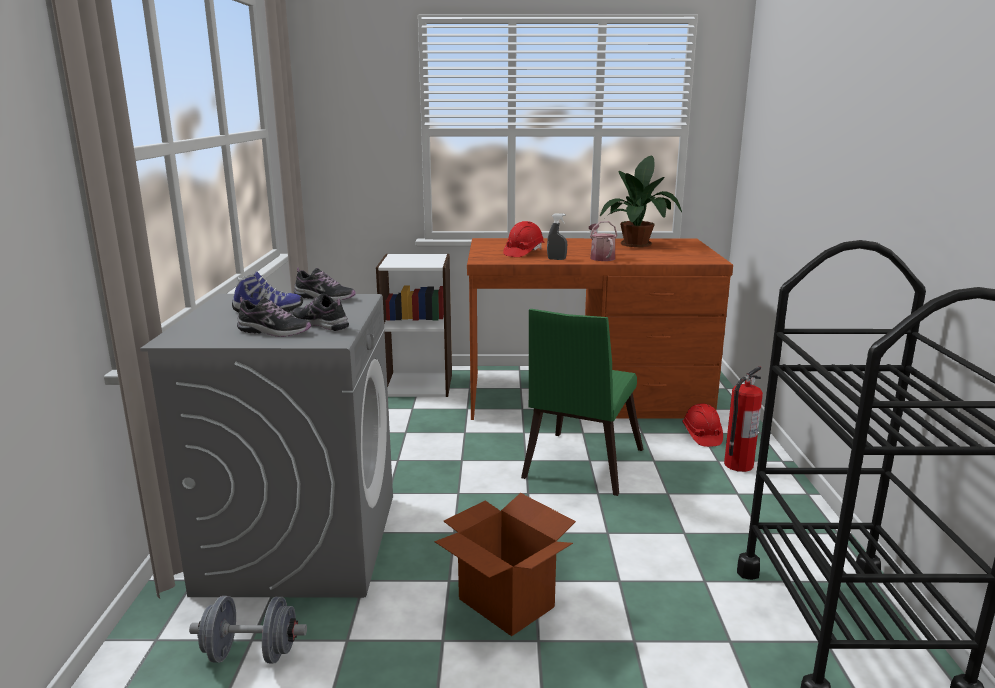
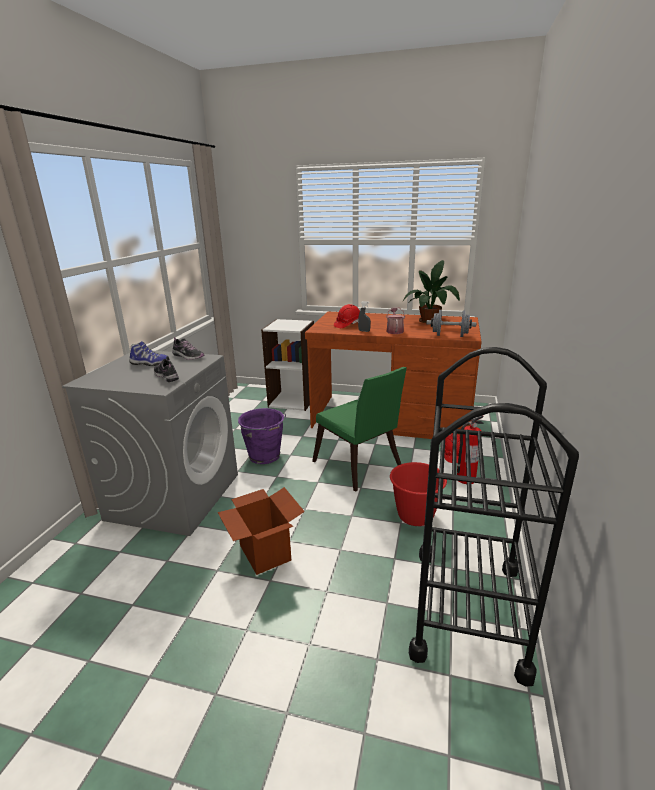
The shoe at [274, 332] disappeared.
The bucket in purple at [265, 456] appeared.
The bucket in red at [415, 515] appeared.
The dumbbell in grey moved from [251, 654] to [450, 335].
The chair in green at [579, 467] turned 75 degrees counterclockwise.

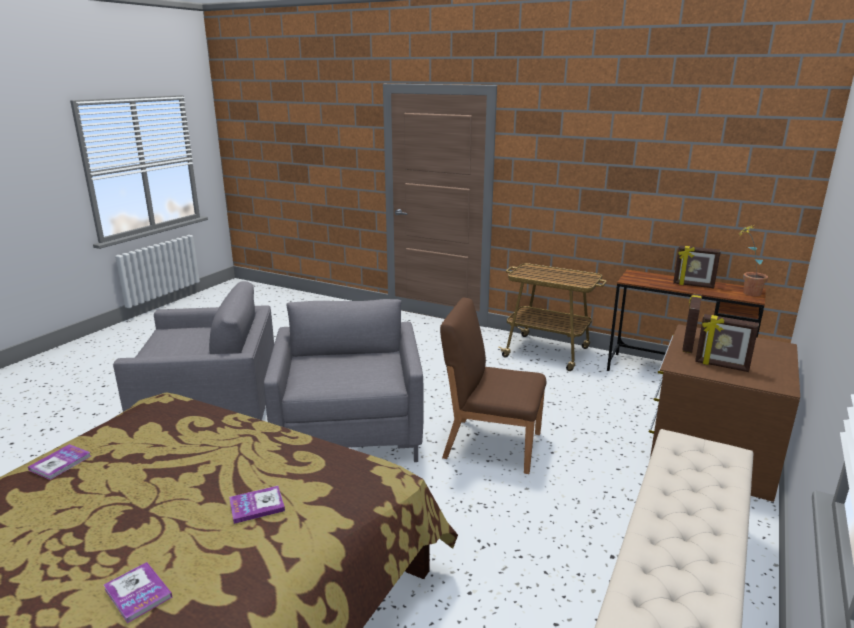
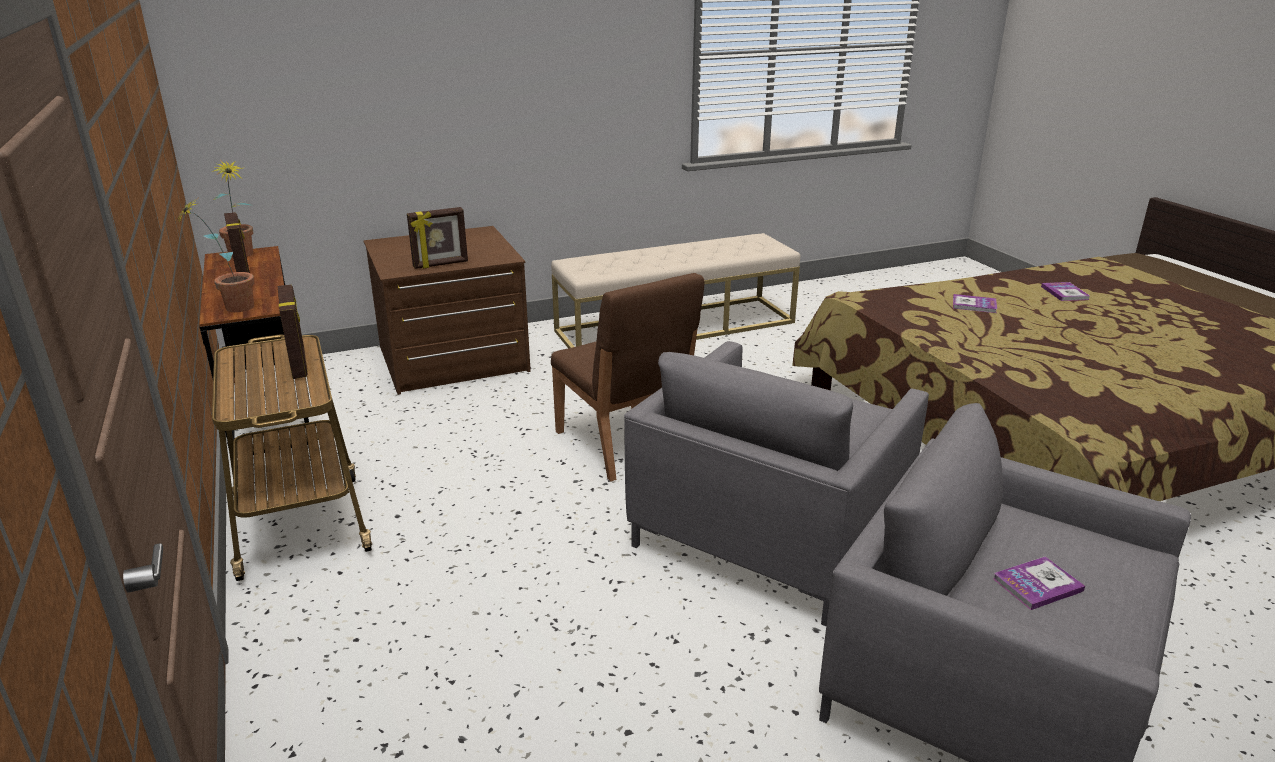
The potted plant at [230, 308] appeared.
The book moved from [60, 463] to [1037, 585].
The picture frame moved from [721, 366] to [299, 364].

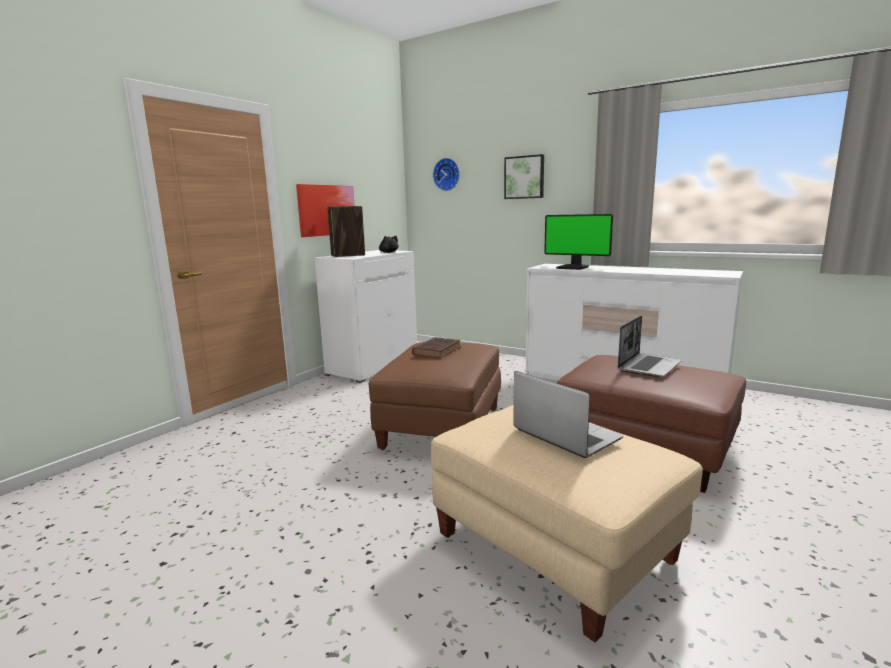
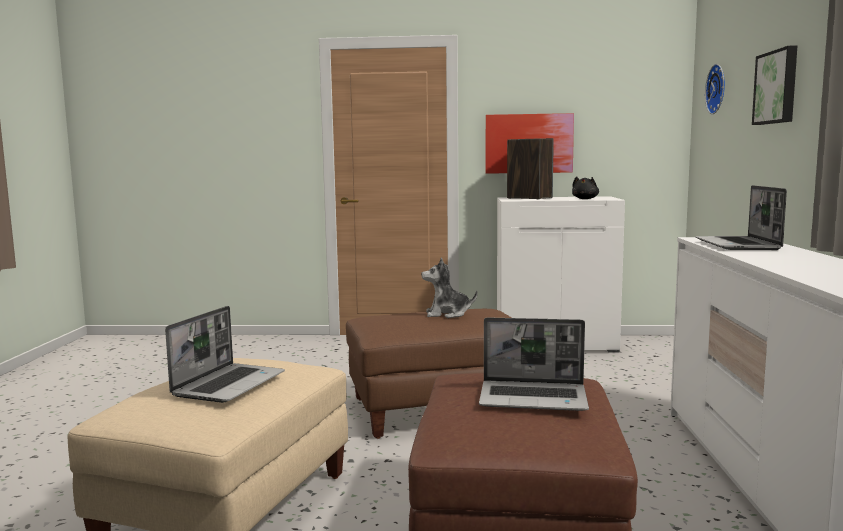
The book in brown at [437, 350] was replaced by the plush toy at [447, 314].
The monitor at [573, 267] was replaced by the laptop at [738, 245].

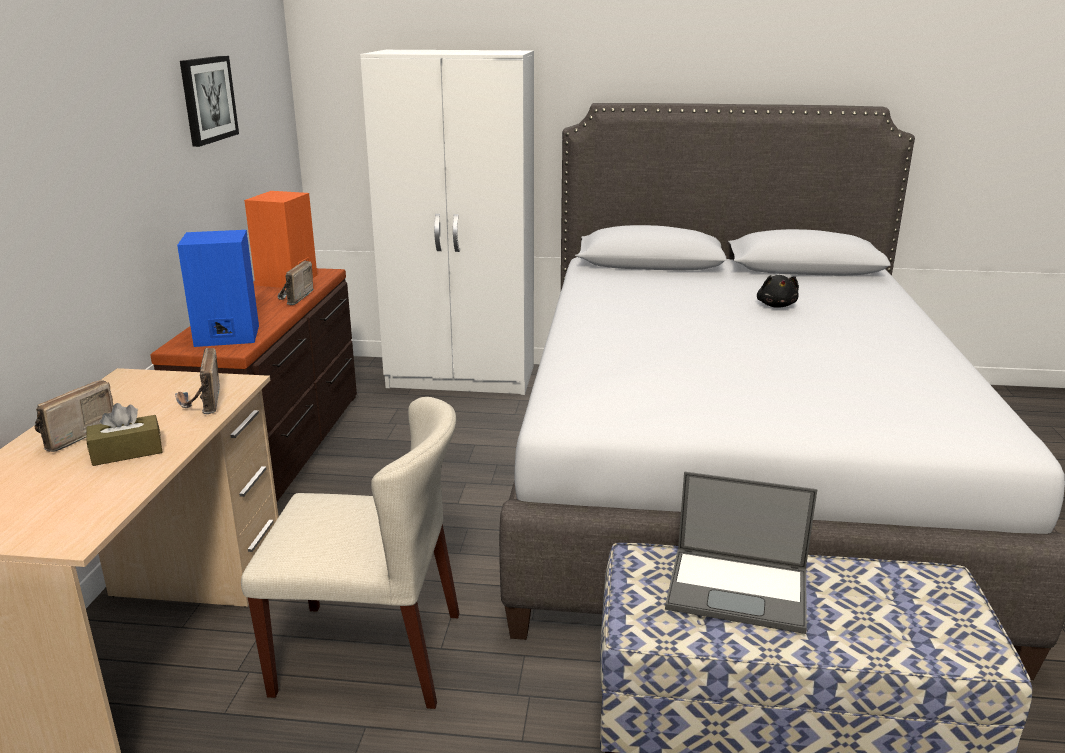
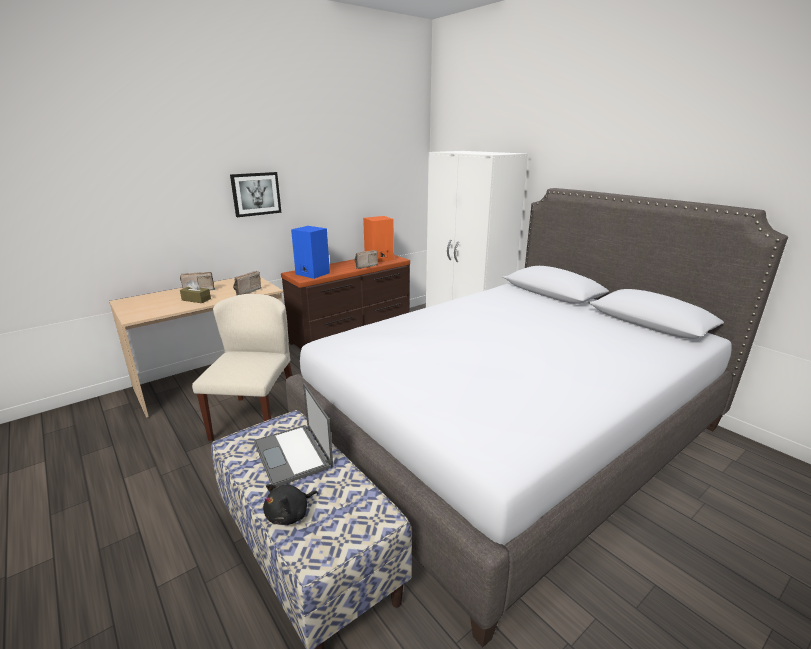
The picture moved from [207, 99] to [256, 194].
The plush toy in black moved from [776, 305] to [290, 514].
The chair in beige at [371, 653] turned 135 degrees counterclockwise.

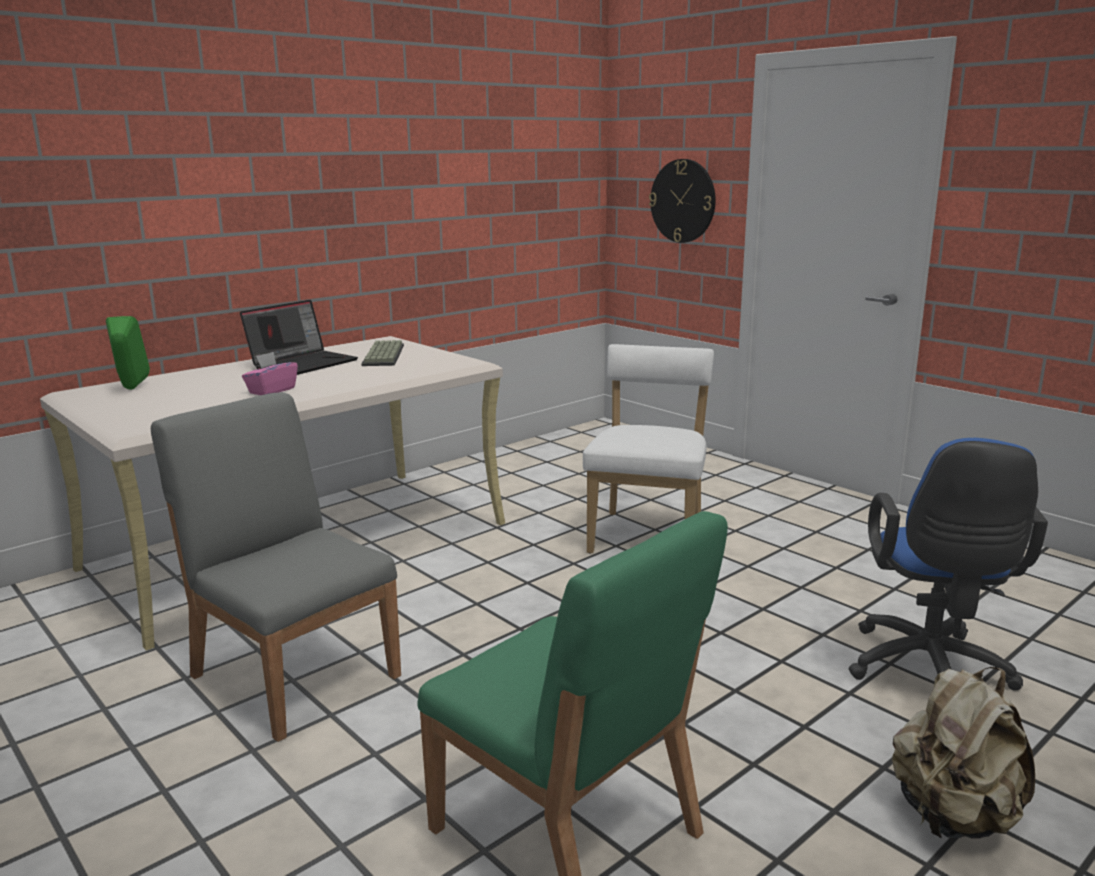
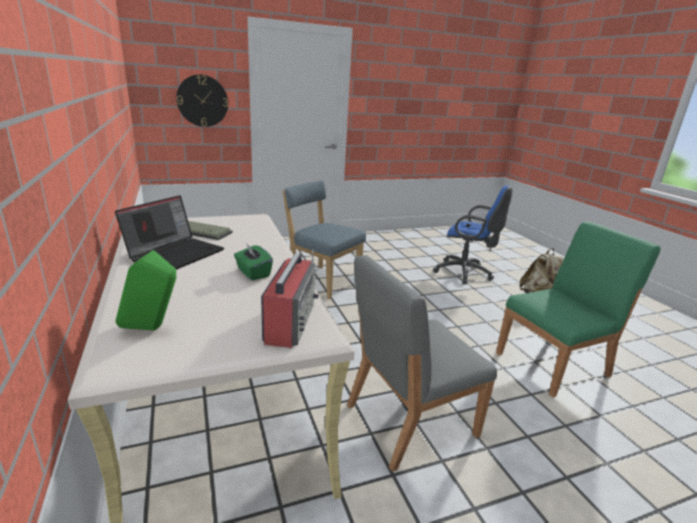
The radio at [290, 321] appeared.
The tissue box in pink at [271, 391] became the tissue box in green at [253, 273].
The chair in white at [648, 534] became the chair in blue at [322, 281].
The laptop at [303, 363] turned 60 degrees clockwise.

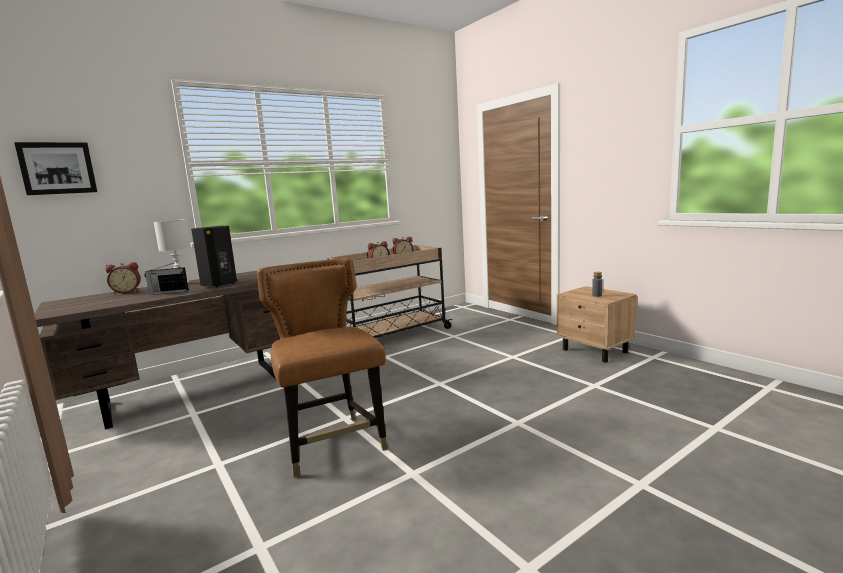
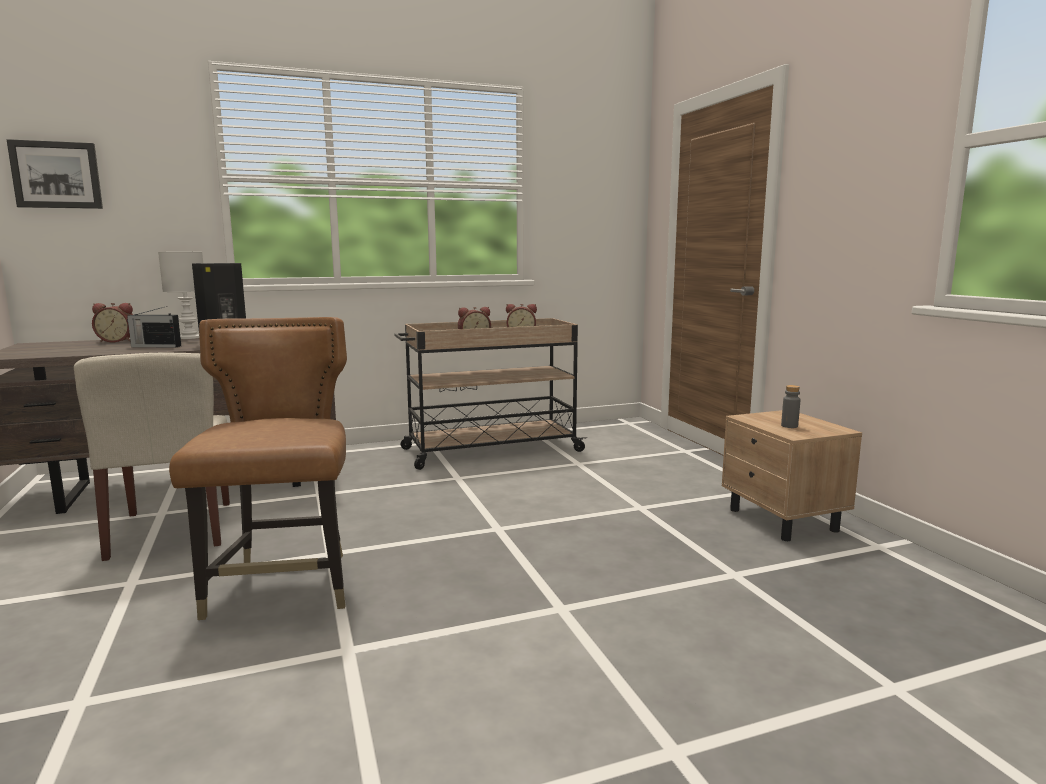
The chair in beige at [173, 529] appeared.

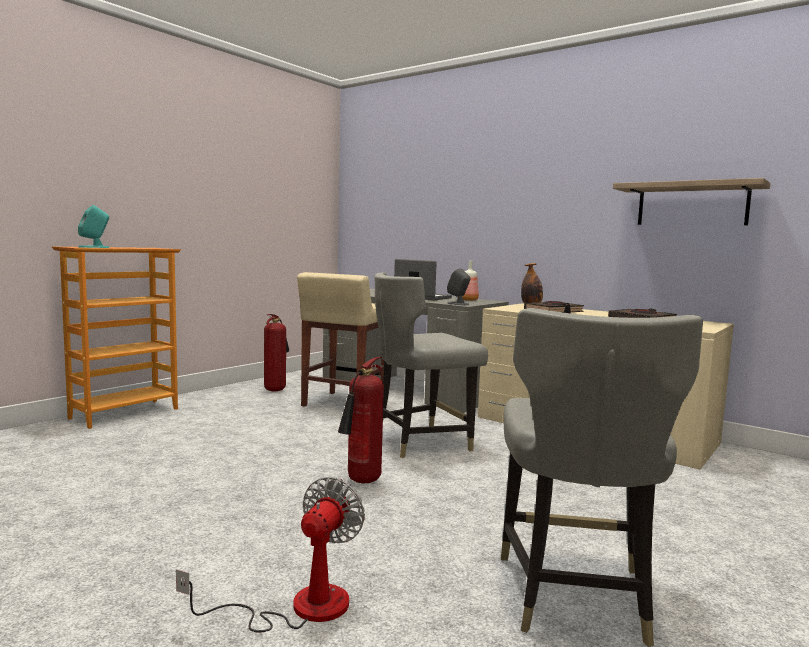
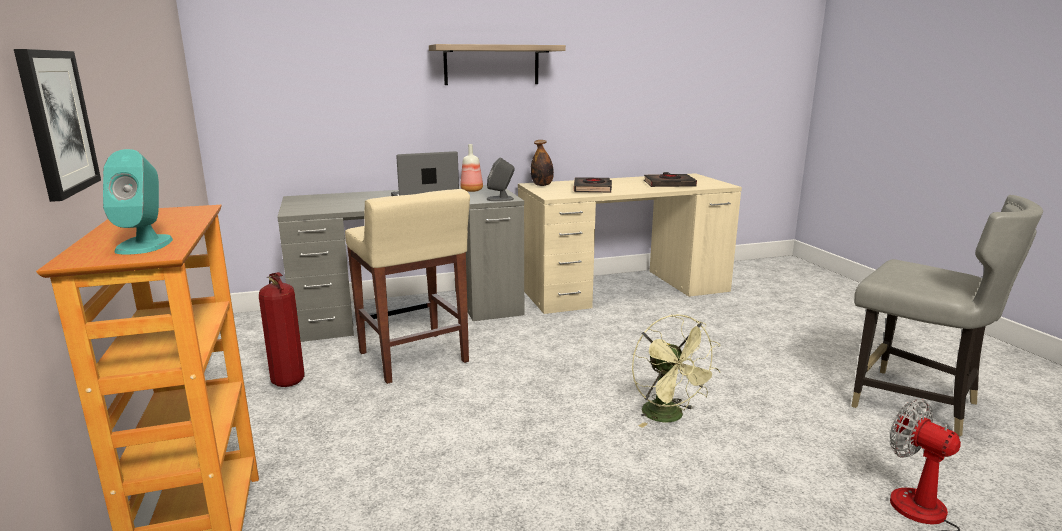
The chair in grey at [421, 442] disappeared.
The picture at [56, 122] appeared.
The shelf moved from [692, 205] to [491, 65].
The fire extinguisher at [362, 482] was replaced by the fan in green at [669, 417].

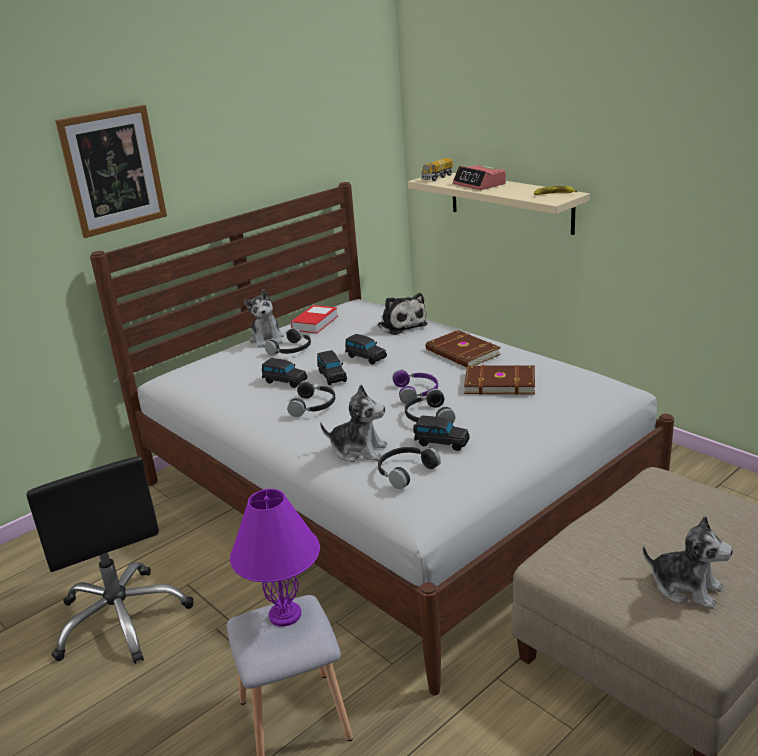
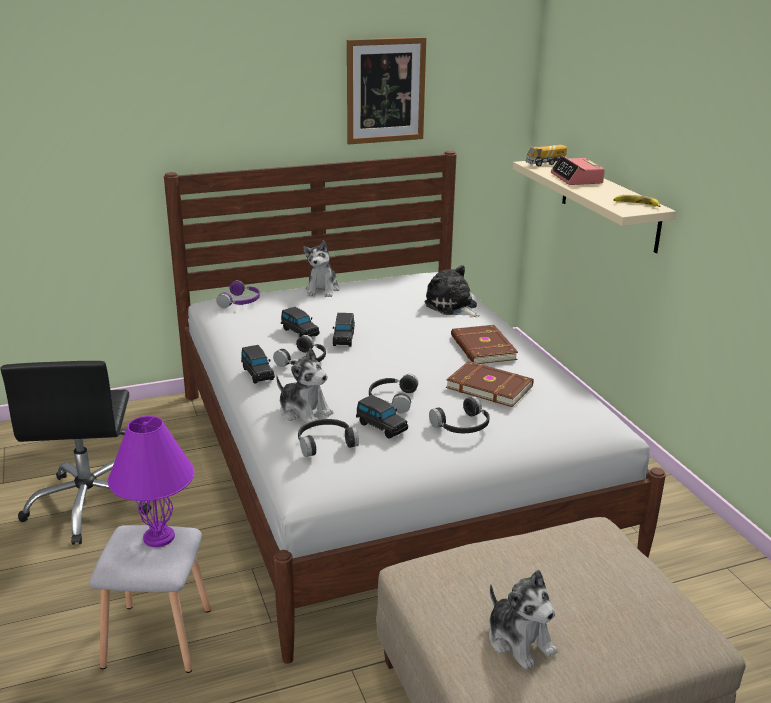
The book at [315, 323] disappeared.
The picture moved from [113, 170] to [385, 90].
The headphones in black moved from [292, 350] to [463, 426].
The toy car in black moved from [365, 357] to [257, 373].
The headphones in purple moved from [417, 392] to [241, 302].
The plush toy at [401, 325] turned 150 degrees clockwise.

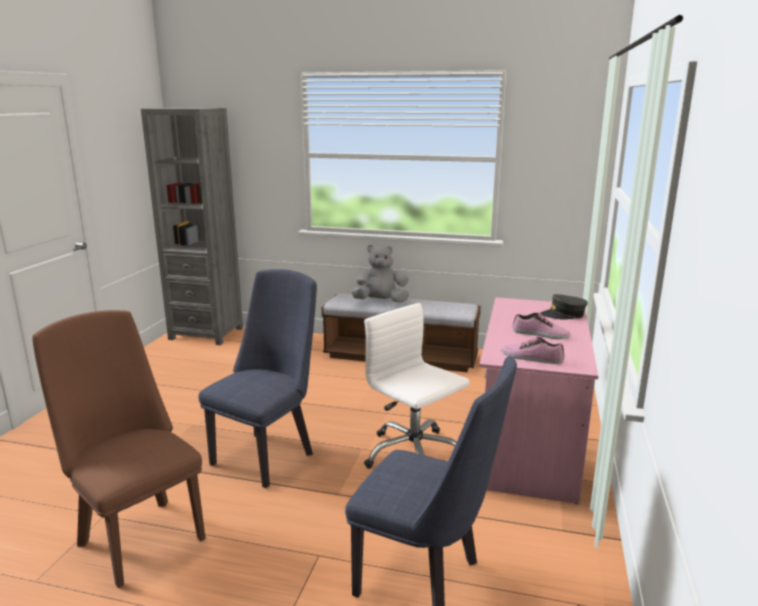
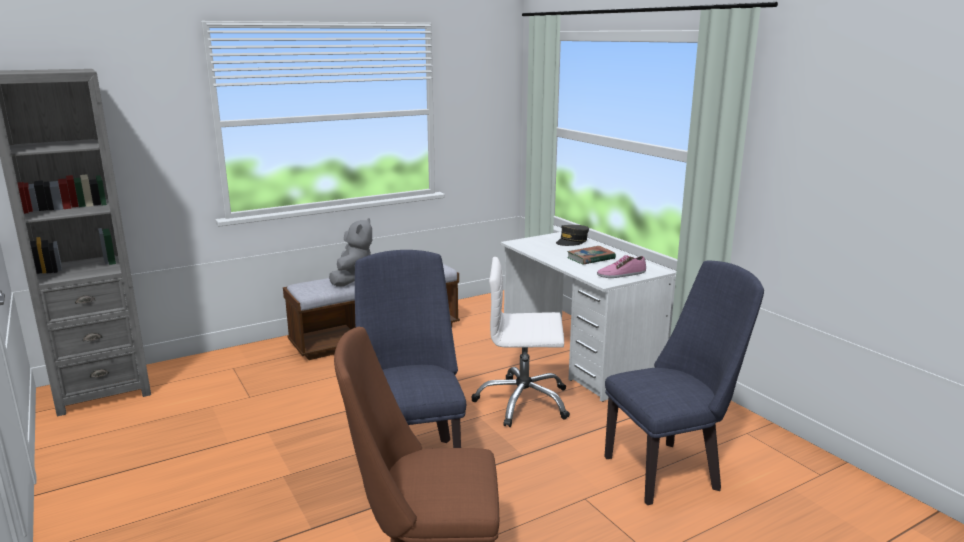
The shoe at [540, 334] was replaced by the book at [591, 258].
The desk in pink at [529, 443] became the desk in white at [578, 358].
The plush toy in grey at [380, 301] turned 150 degrees clockwise.

